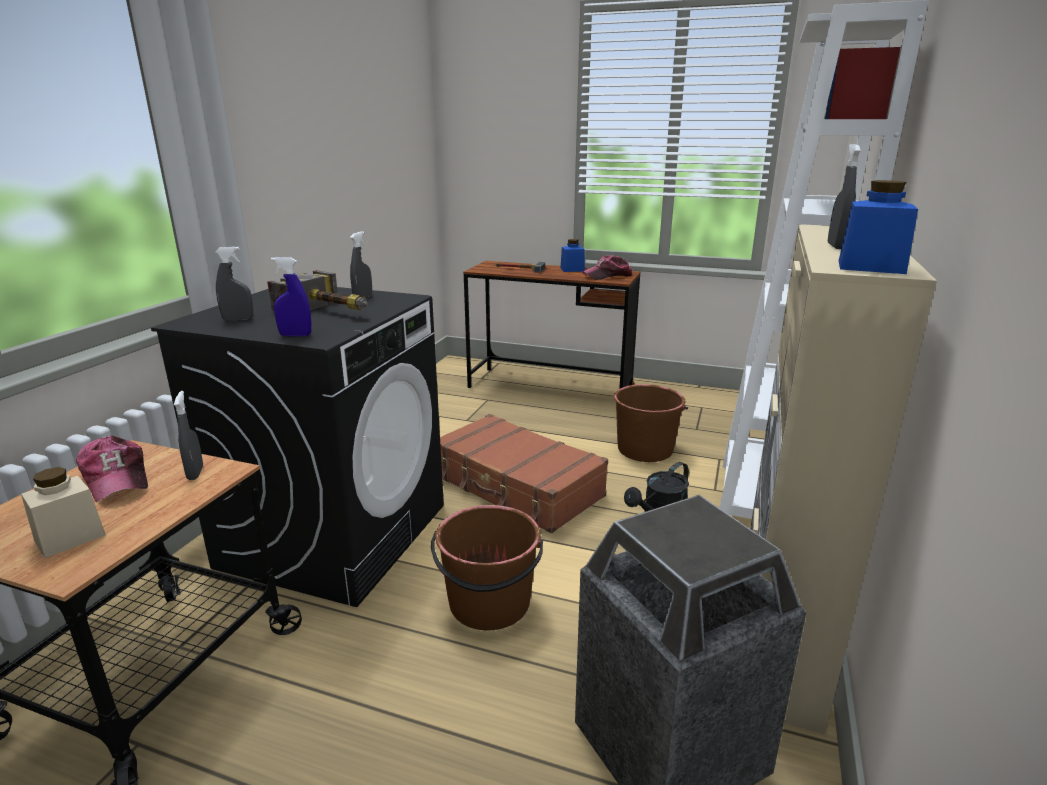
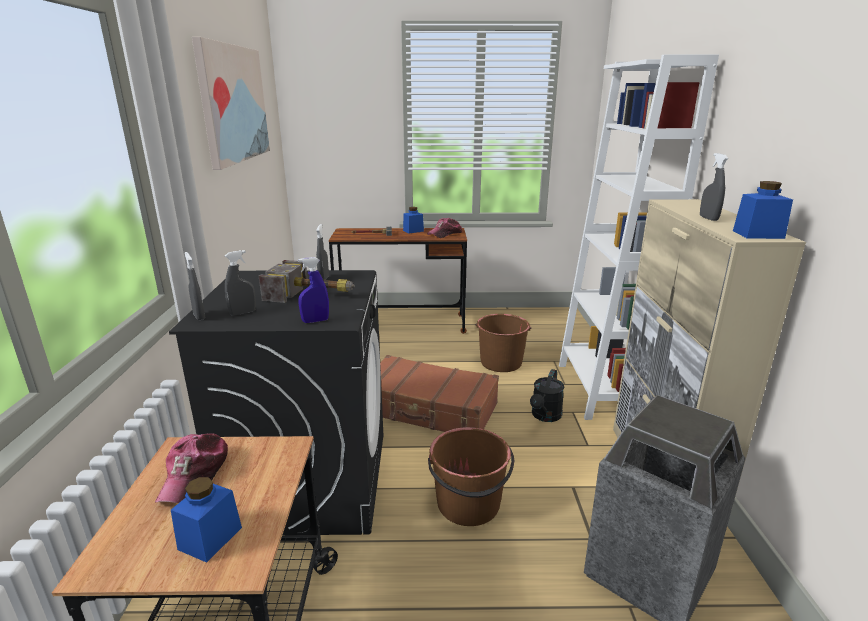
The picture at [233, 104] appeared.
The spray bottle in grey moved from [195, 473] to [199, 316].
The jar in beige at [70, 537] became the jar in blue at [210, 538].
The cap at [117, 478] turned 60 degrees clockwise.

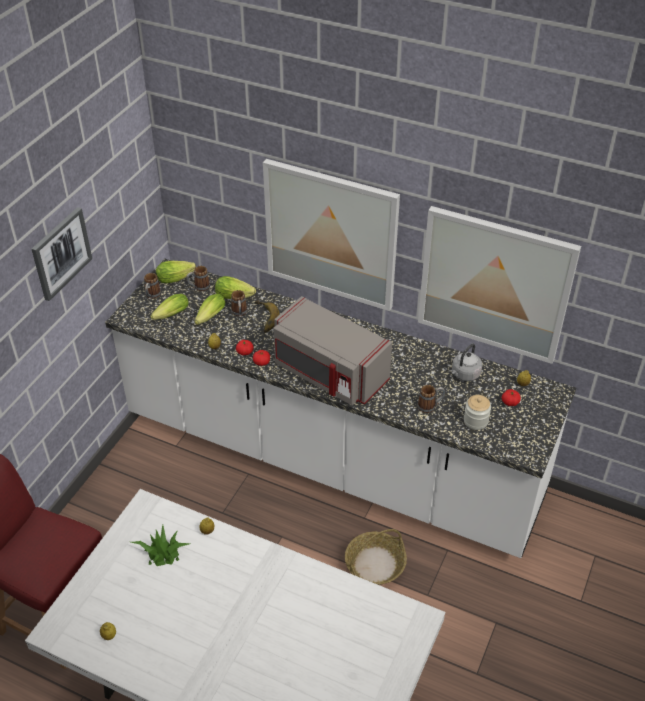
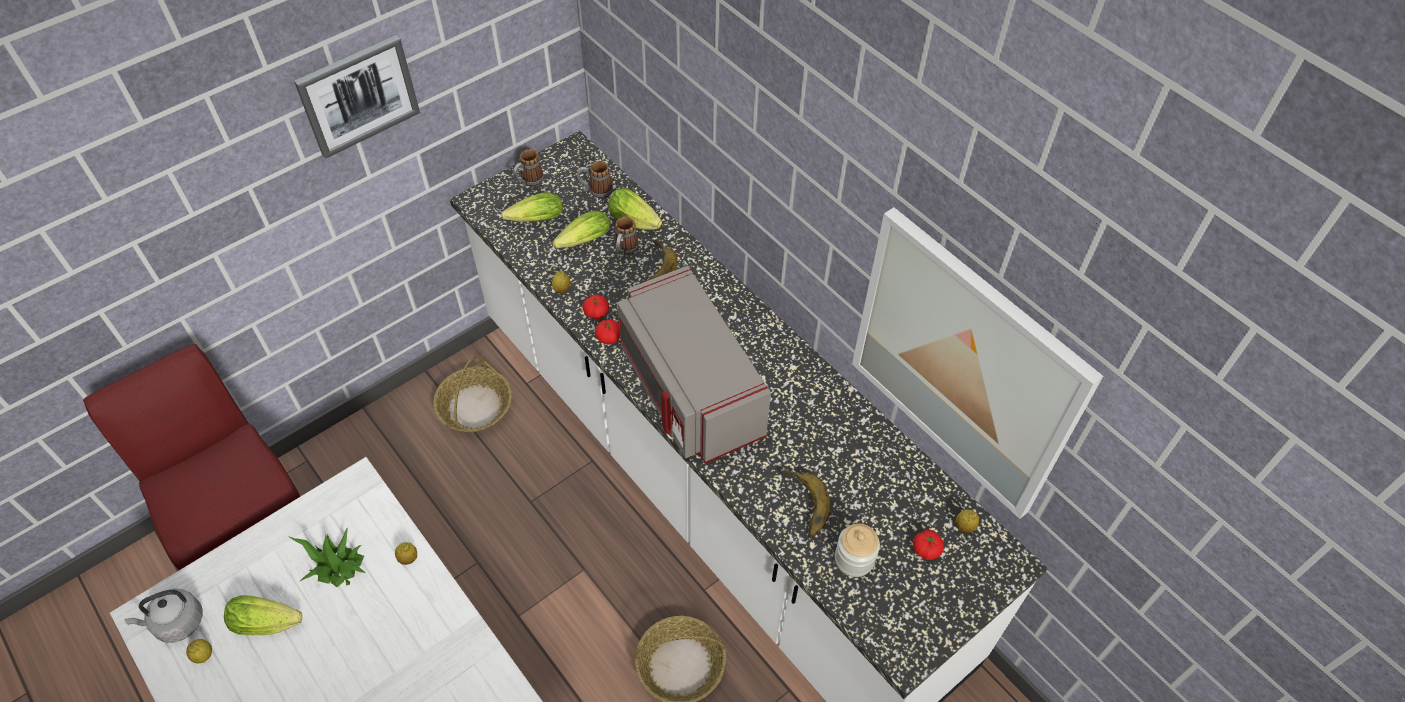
The picture at [331, 234] disappeared.
The basket at [475, 407] appeared.
The lettuce moved from [177, 278] to [270, 623].
The kettle in grey moved from [464, 375] to [176, 623].
The mug at [430, 406] was replaced by the banana at [801, 505].

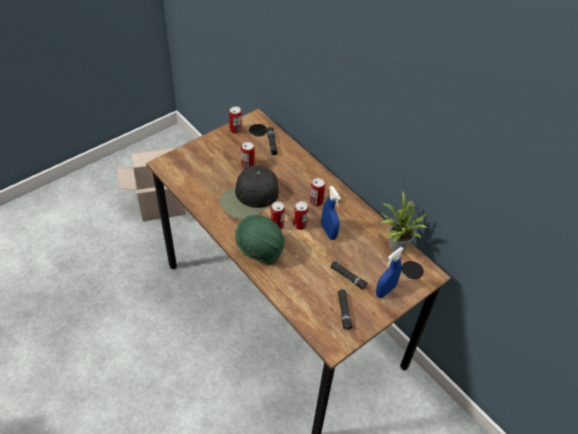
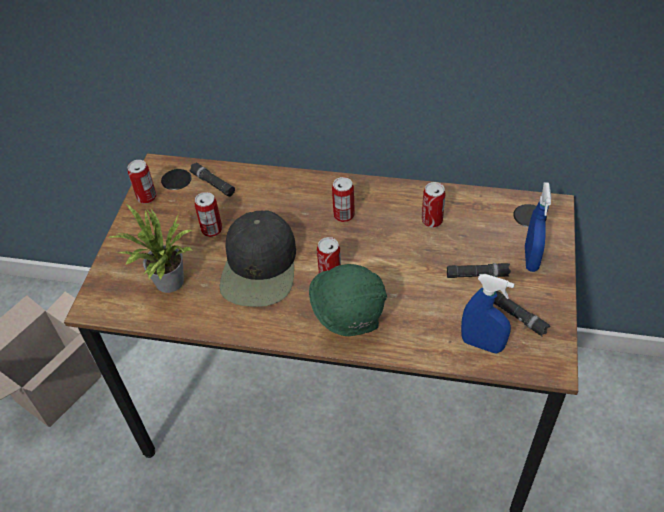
The can moved from [300, 225] to [432, 220].
The spray bottle in blue moved from [328, 232] to [482, 344].
The potted plant moved from [395, 246] to [166, 284].

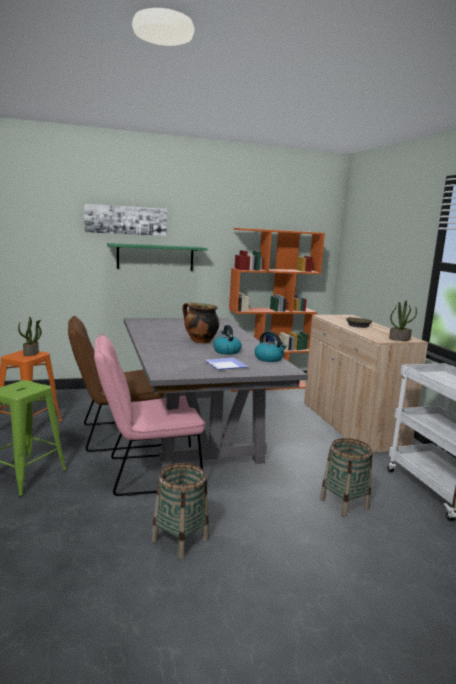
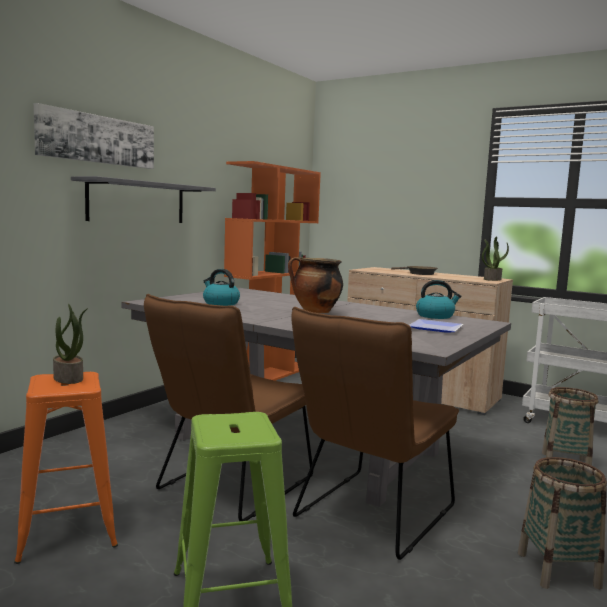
The kettle moved from [226, 351] to [220, 303].
The chair in pink at [147, 474] became the chair in brown at [369, 516].
The shelf in green at [155, 257] became the shelf in grey at [137, 202].

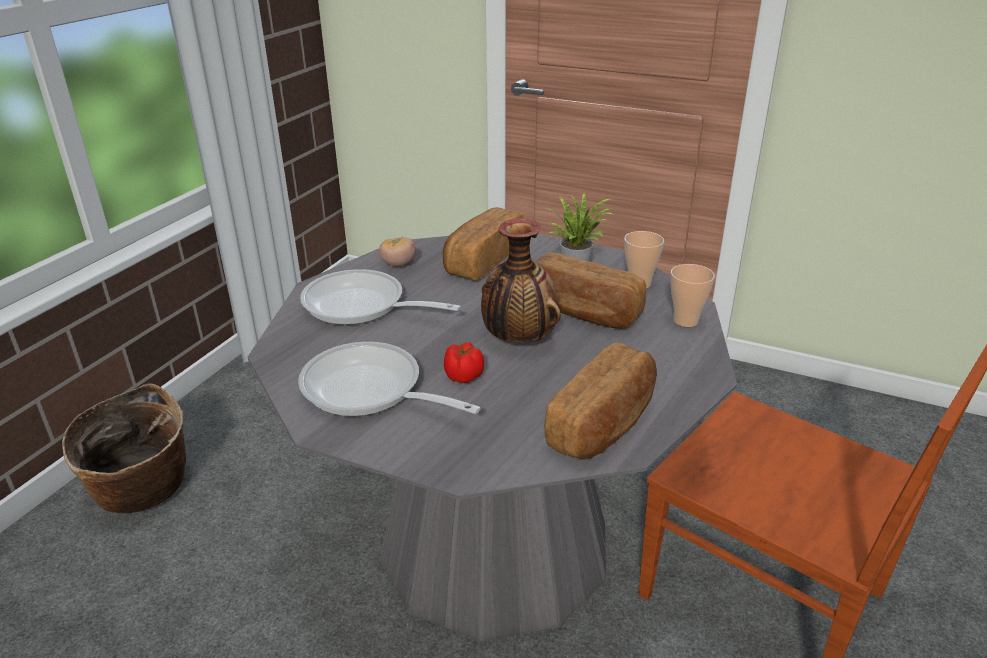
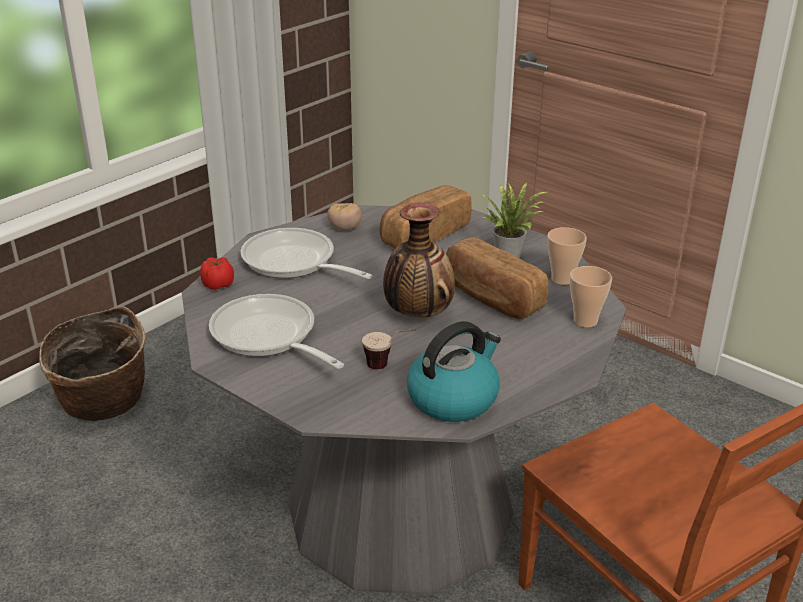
The cup at [388, 366] appeared.
The tomato moved from [463, 376] to [217, 284].
The bread at [604, 424] was replaced by the kettle at [453, 398].

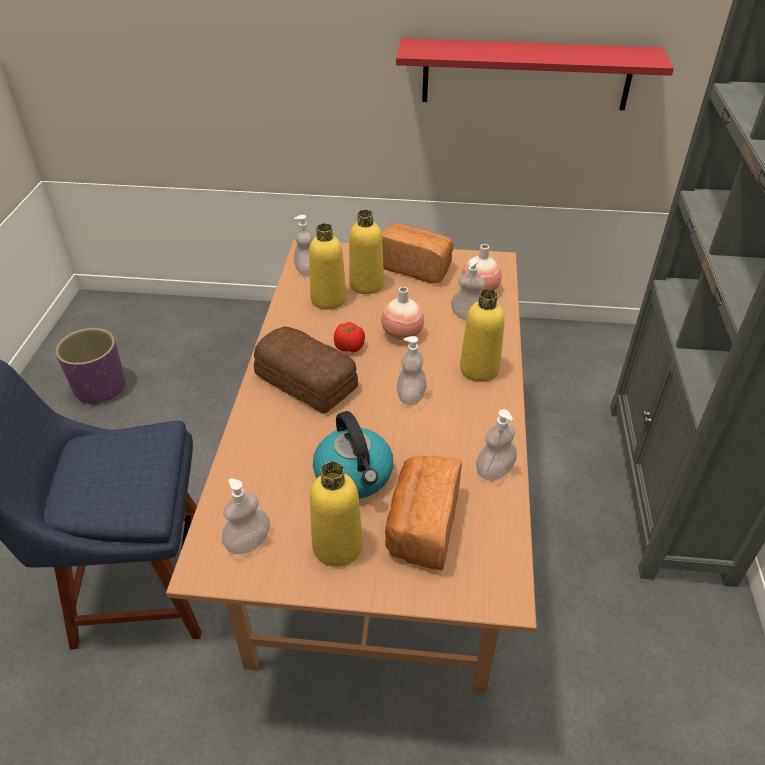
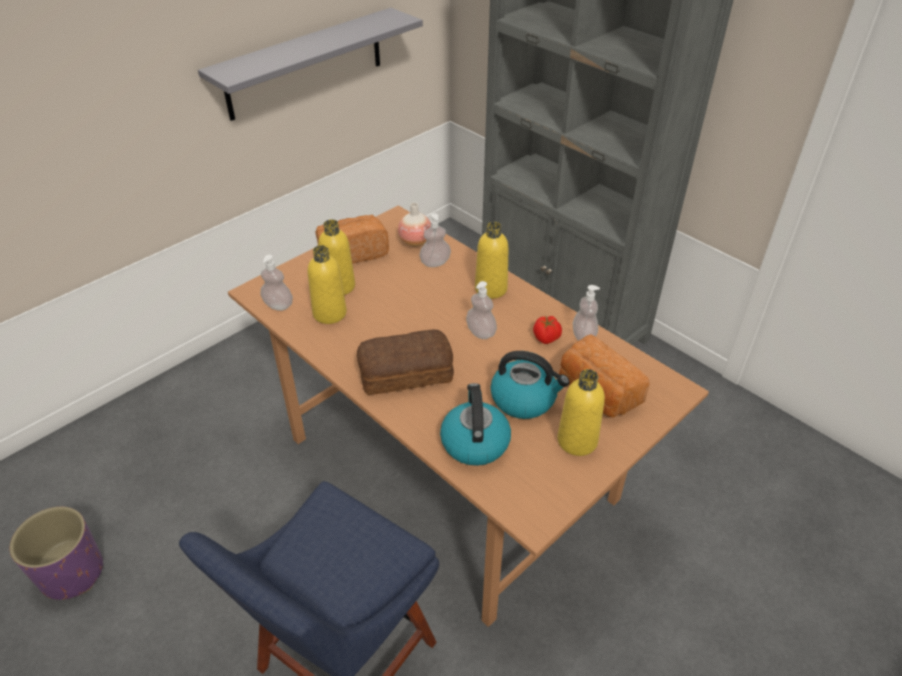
The soap dispenser at [248, 542] disappeared.
The vase at [402, 333] disappeared.
The kettle at [474, 442] appeared.
The tomato moved from [350, 347] to [546, 338].
The shelf in red at [526, 74] became the shelf in grey at [305, 64].

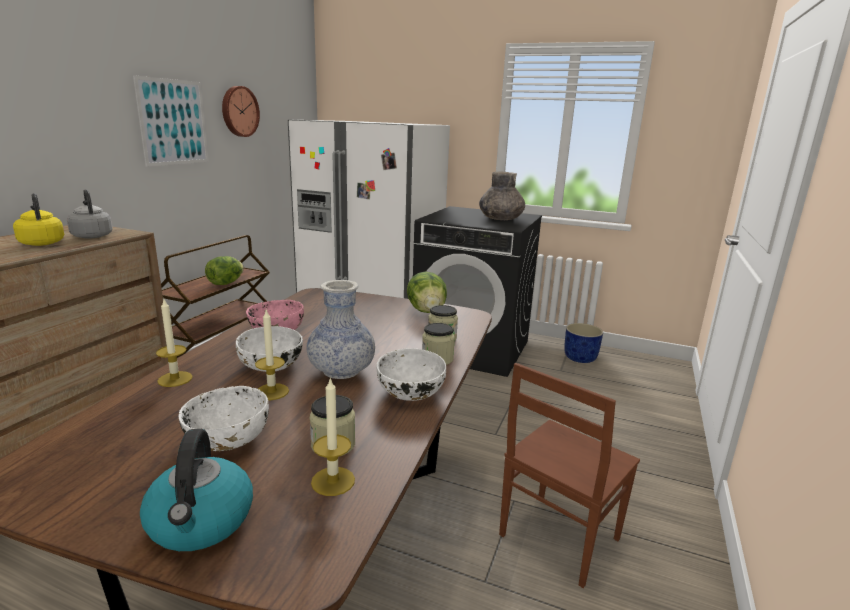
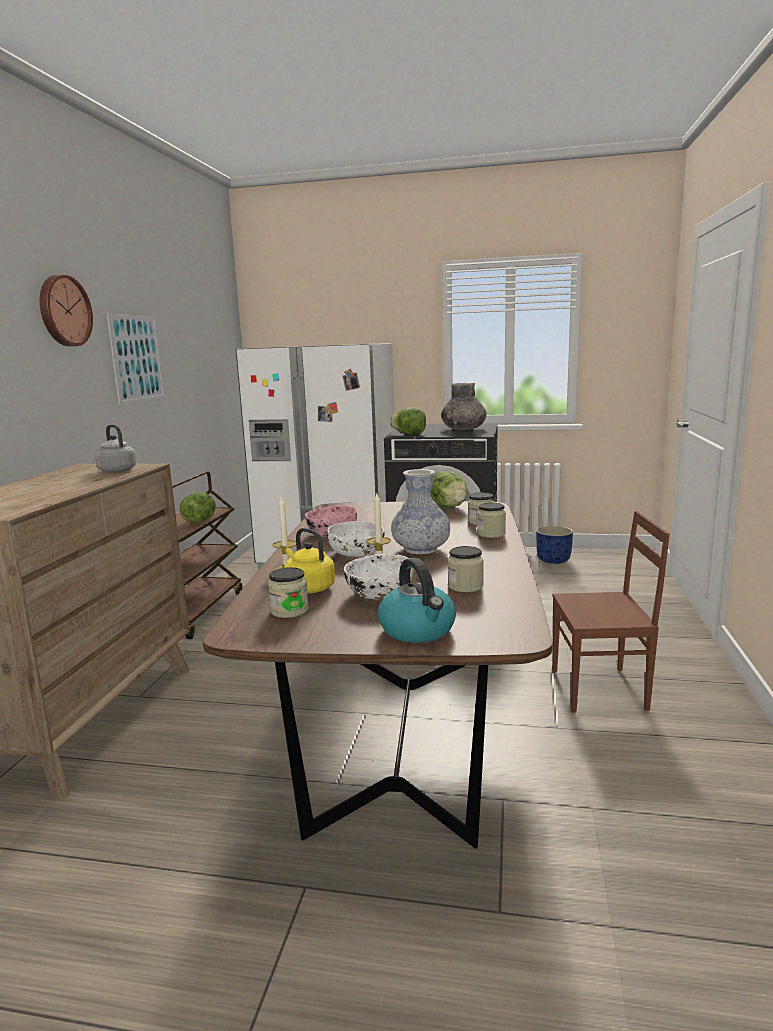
The candle at [333, 481] disappeared.
The bowl in white at [410, 392] disappeared.
The jar at [289, 611] appeared.
The lettuce at [409, 434] appeared.
The kettle in yellow moved from [42, 243] to [308, 588].
The wall clock moved from [239, 111] to [63, 311].
The chair in brown at [556, 537] turned 120 degrees counterclockwise.

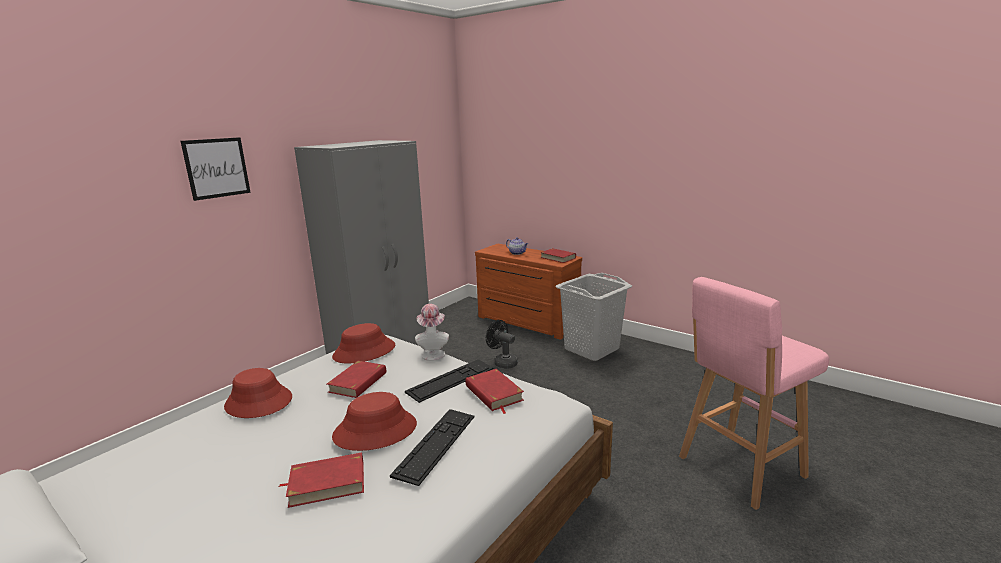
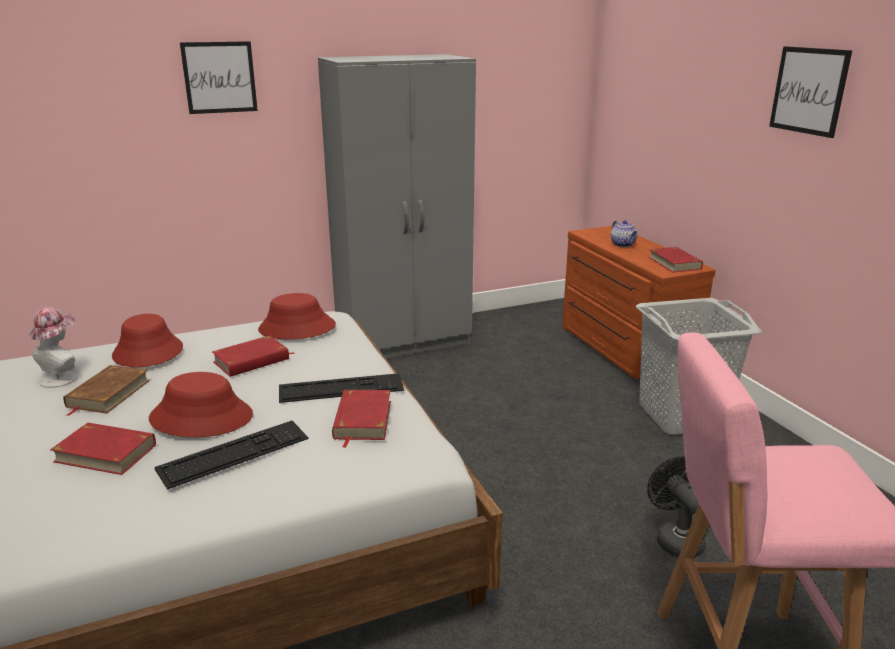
The book in brown at [108, 394] appeared.
The picture at [809, 91] appeared.
The hat moved from [433, 353] to [62, 377].
The fan in black moved from [502, 362] to [675, 538].

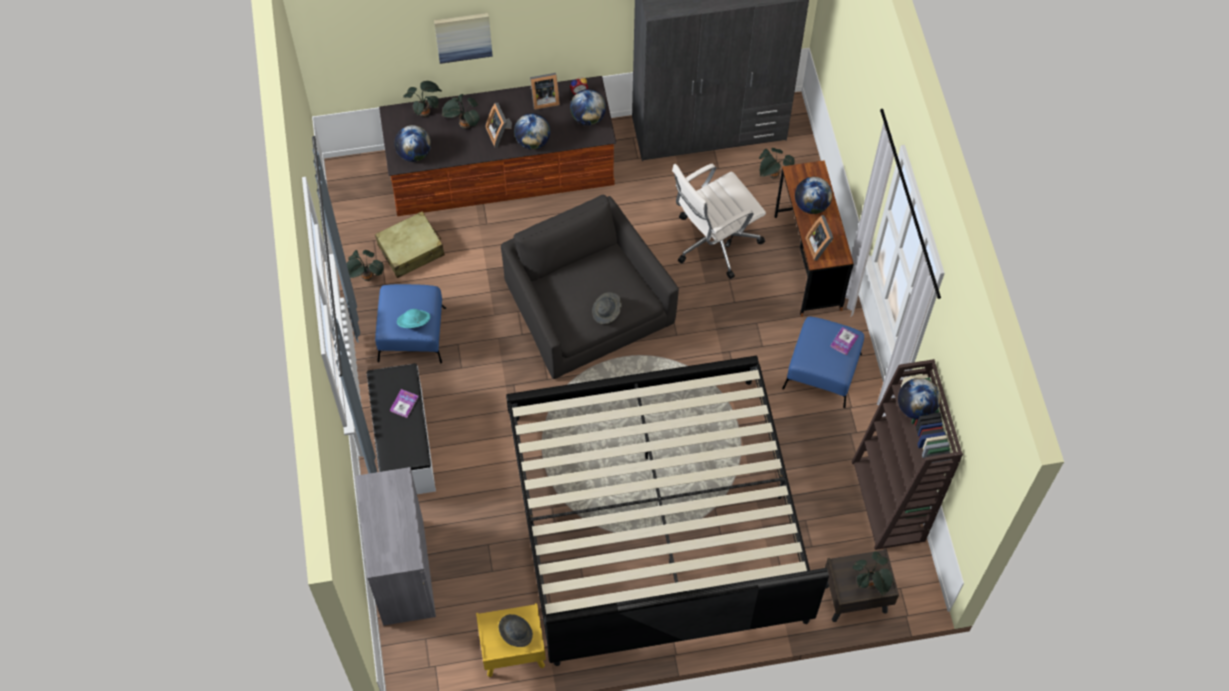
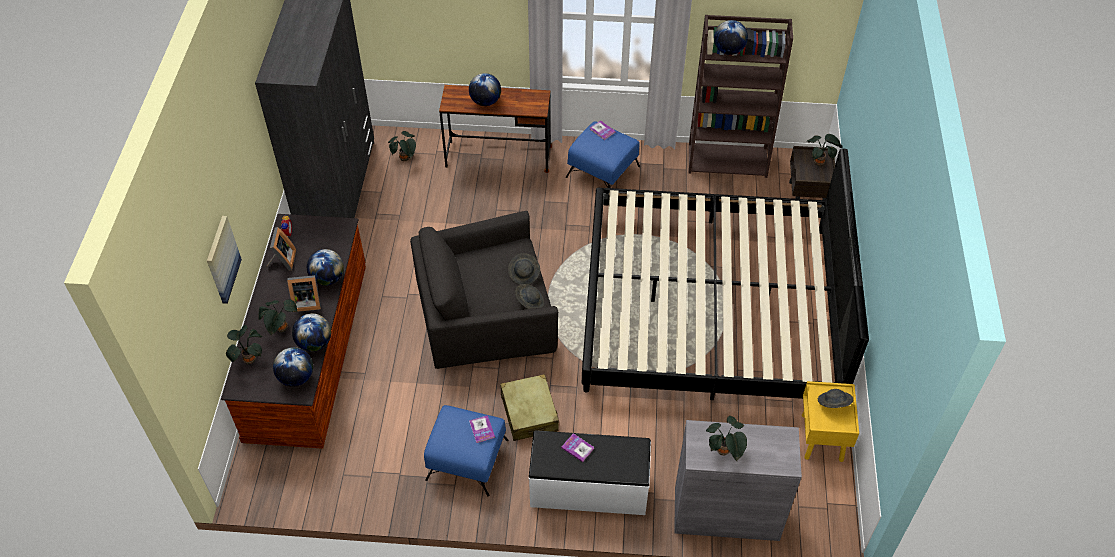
The office chair in white at [713, 242] disappeared.
The picture frame at [820, 246] disappeared.
The hat in grey at [529, 301] appeared.
The potted plant moved from [366, 278] to [724, 452].
The suitcase in beige moved from [411, 250] to [529, 413].
The globe moved from [588, 117] to [314, 343].
The hat in turquoise at [414, 323] was replaced by the book at [482, 429].

